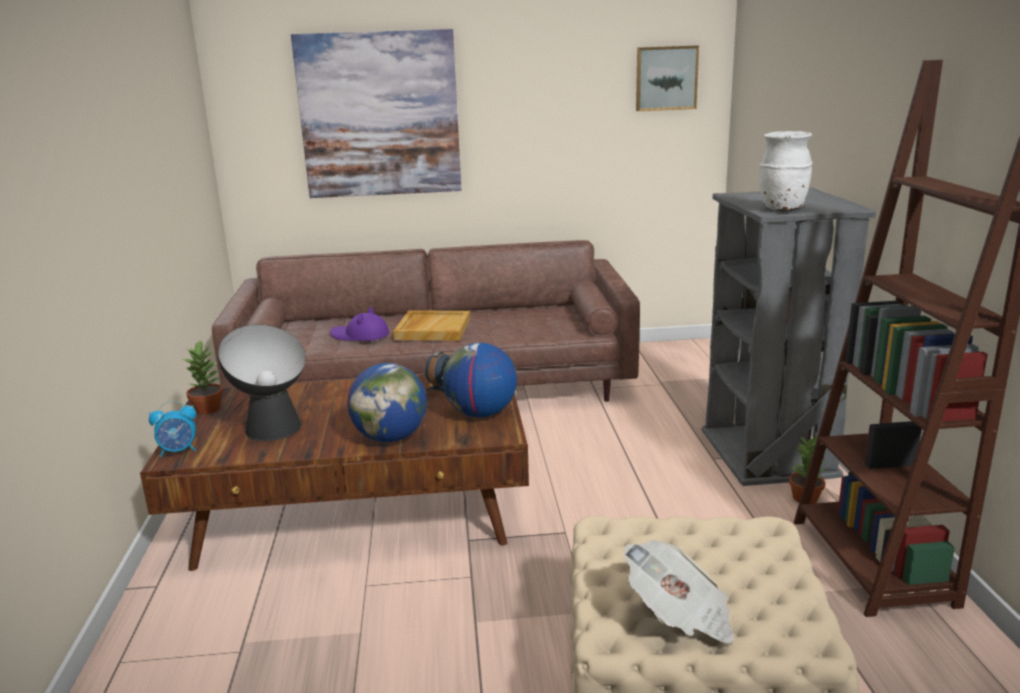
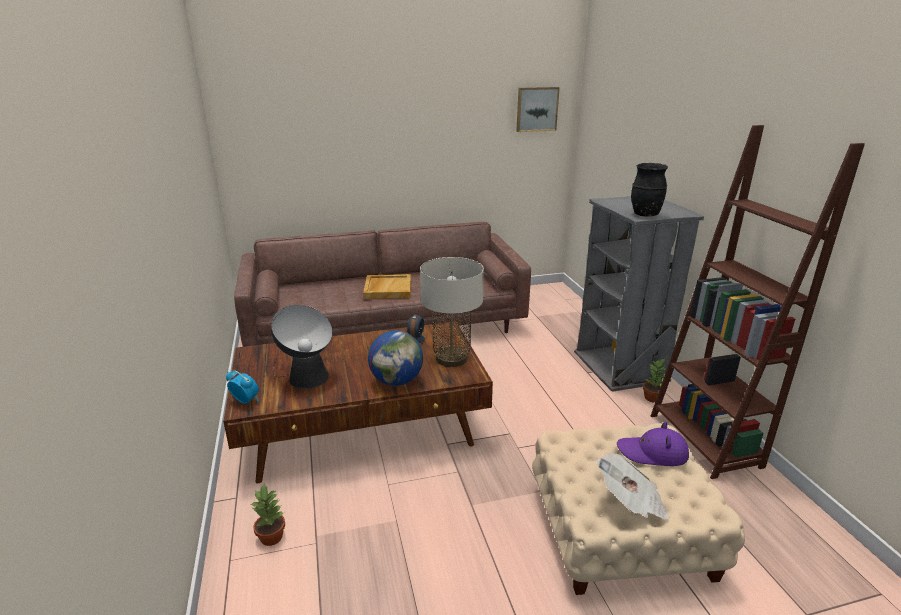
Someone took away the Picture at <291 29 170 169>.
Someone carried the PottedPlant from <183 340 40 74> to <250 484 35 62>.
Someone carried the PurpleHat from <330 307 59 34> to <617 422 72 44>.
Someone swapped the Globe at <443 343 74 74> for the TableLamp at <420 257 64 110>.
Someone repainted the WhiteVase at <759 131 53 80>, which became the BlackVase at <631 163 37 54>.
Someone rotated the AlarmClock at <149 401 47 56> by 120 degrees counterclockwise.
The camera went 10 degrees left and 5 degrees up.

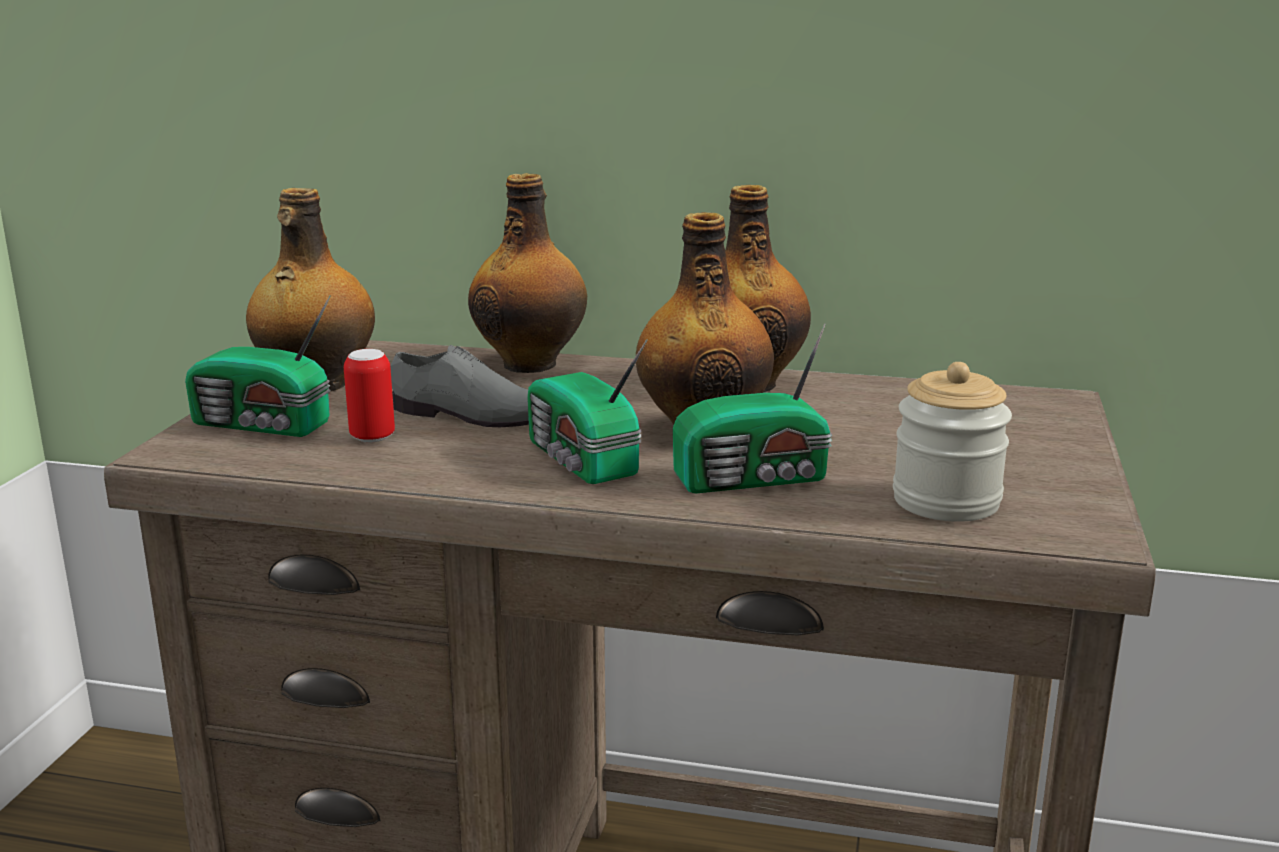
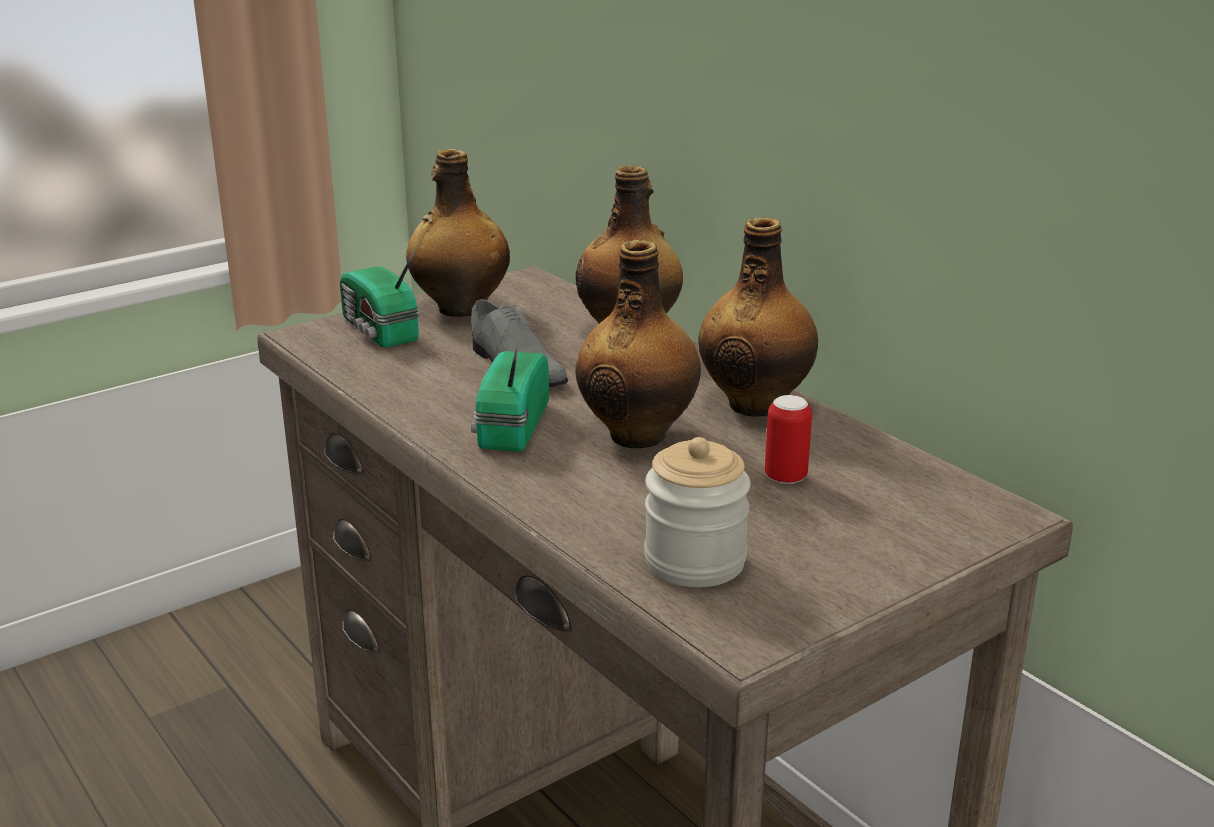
Someone took away the Radio at <673 324 159 170>.
Someone carried the Can from <344 349 51 94> to <765 395 47 89>.
The camera went 40 degrees right and 5 degrees up.

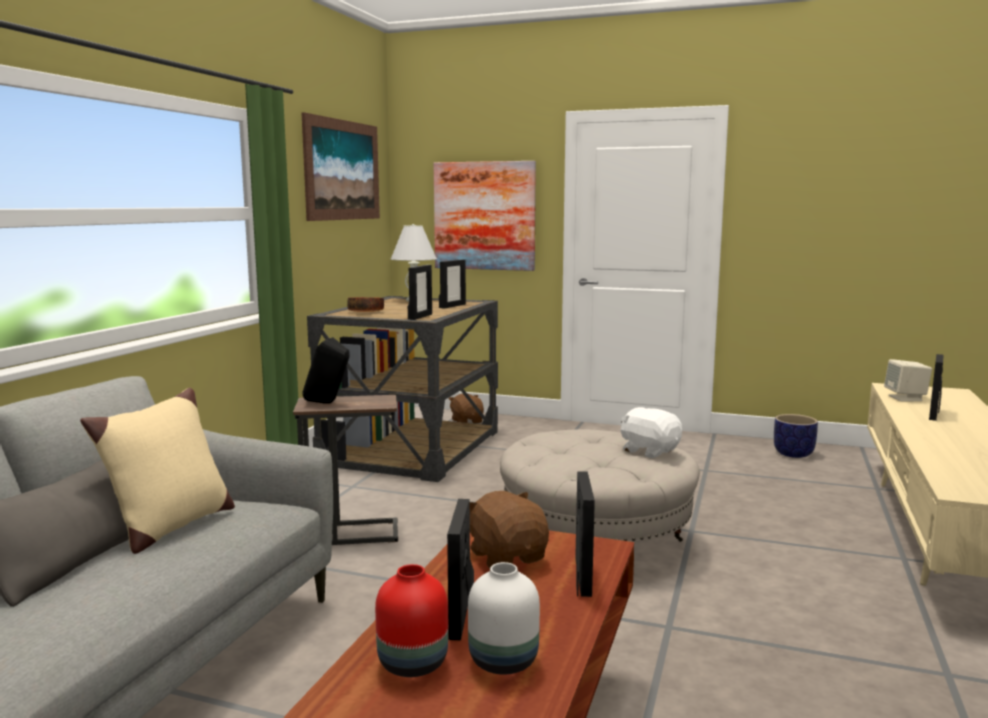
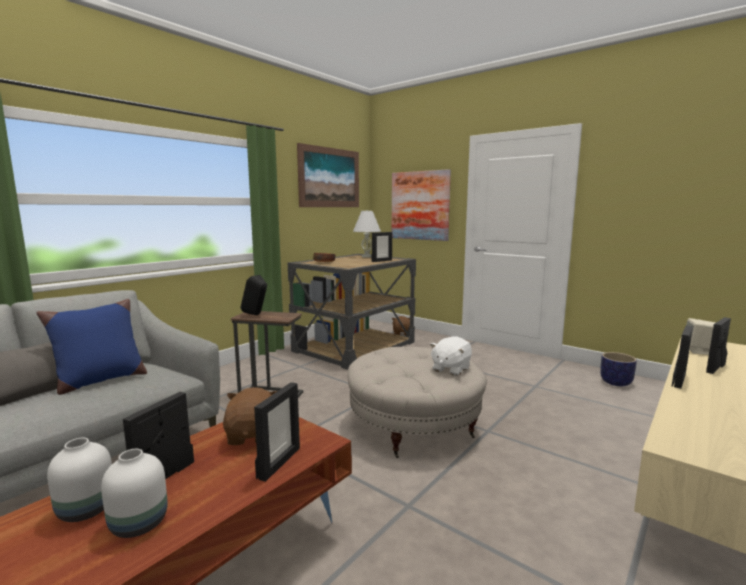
Someone carried the PictureFrame from <408 265 24 55> to <672 325 21 64>.
Someone repainted the BeigePillow at <80 388 155 166>, which became the BluePillow at <37 299 110 96>.
Someone repainted the RedVase at <375 564 73 113>, which became the WhiteVase at <47 438 65 84>.
Someone rotated the WhitePlushToy at <620 407 62 51> by 120 degrees counterclockwise.
The camera went 20 degrees right and 0 degrees up.

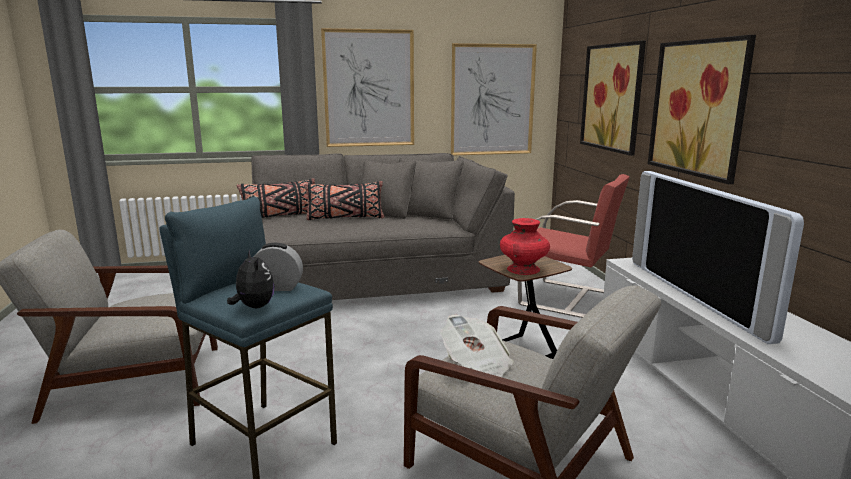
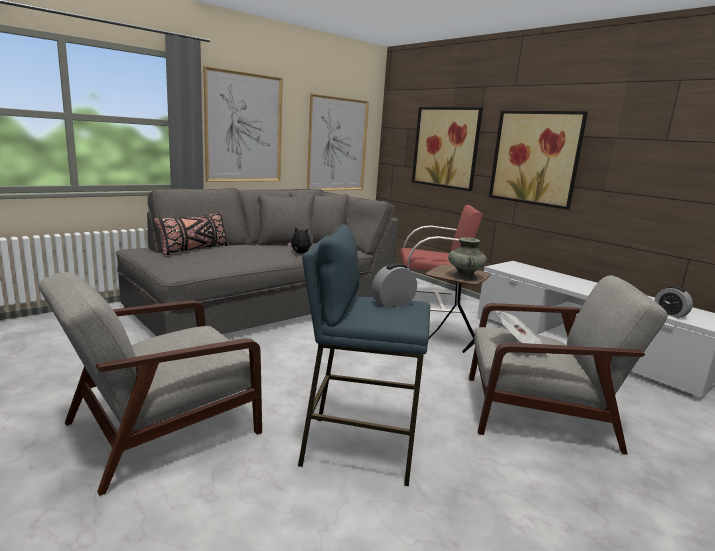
Someone took away the BlackPillow at <304 181 80 39>.
Someone took away the Television at <632 171 172 173>.
Someone put down the AlarmClock at <655 286 38 32>.
Someone carried the PlushToy from <227 249 47 59> to <287 227 24 27>.
Someone repainted the RedVase at <500 218 50 57>, which became the TurquoiseVase at <448 238 39 43>.
The camera went 30 degrees left and 0 degrees up.

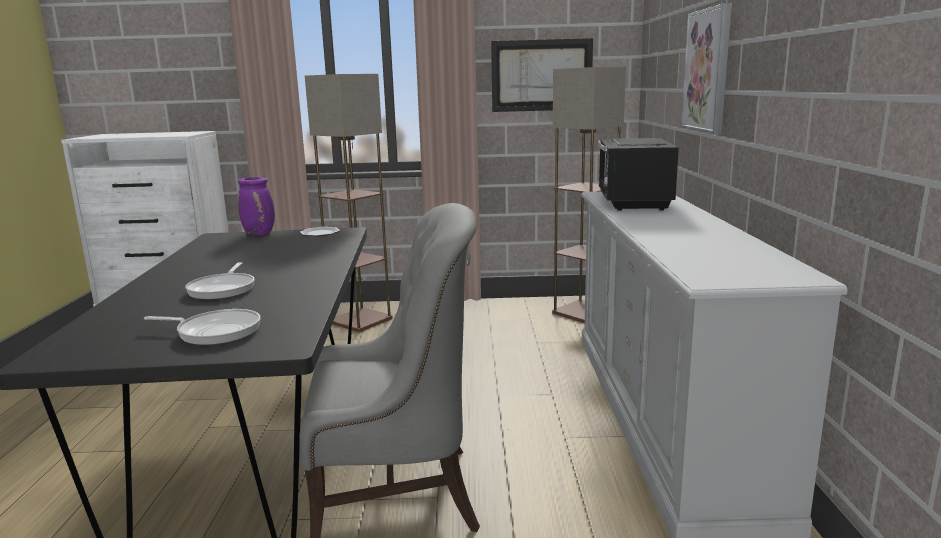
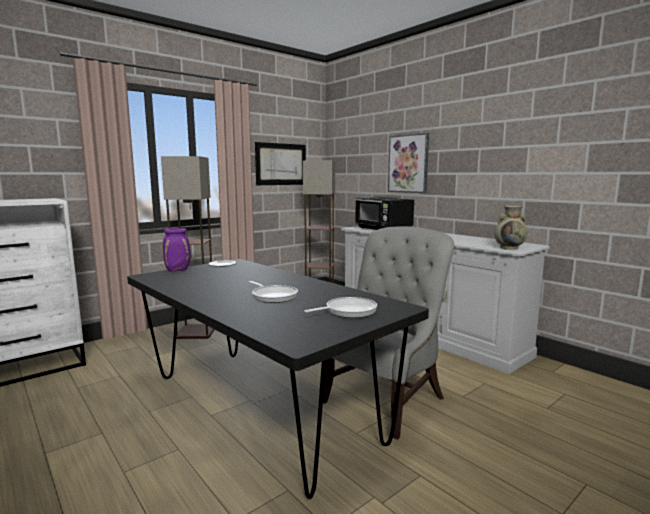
Someone put down the BeigeVase at <494 206 33 44>.
The camera went 40 degrees left and 5 degrees down.

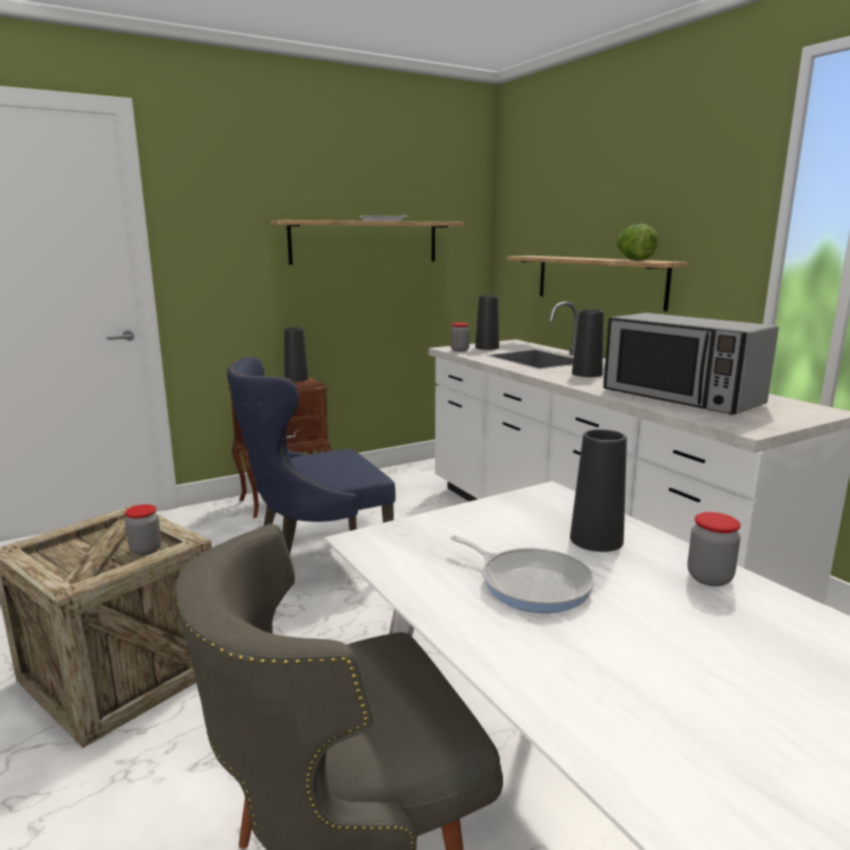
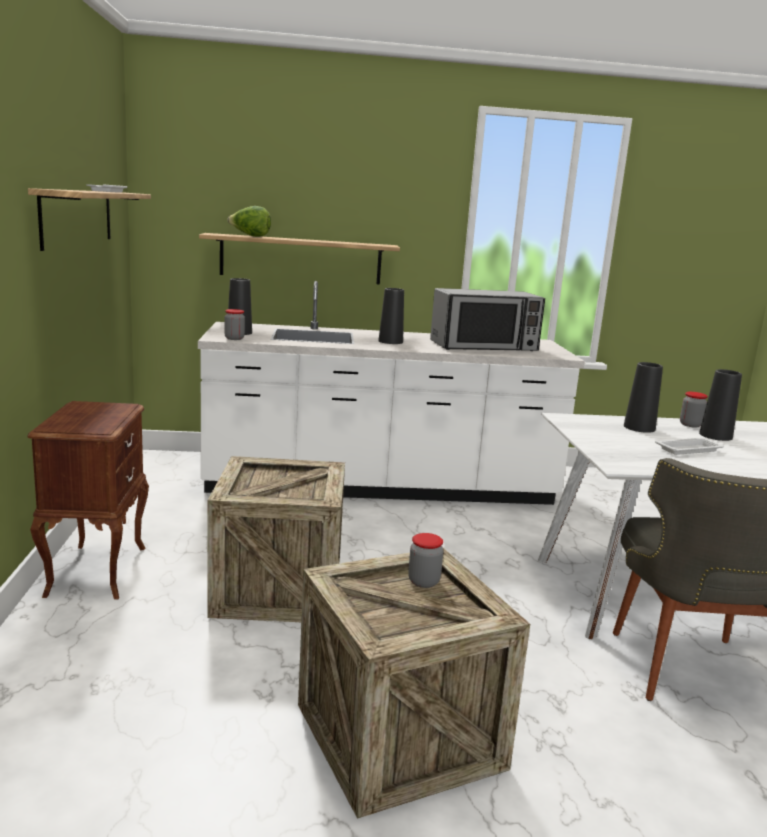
Someone carried the BlackVase from <284 327 25 55> to <699 369 43 72>.
Someone carried the Lettuce from <616 224 42 37> to <227 206 44 31>.
Someone swapped the BlueChair at <227 356 169 198> for the Crate at <208 456 137 166>.
Someone swapped the FryingPan at <450 535 145 78> for the WhiteTray at <655 438 69 17>.
The camera went 65 degrees left and 0 degrees up.

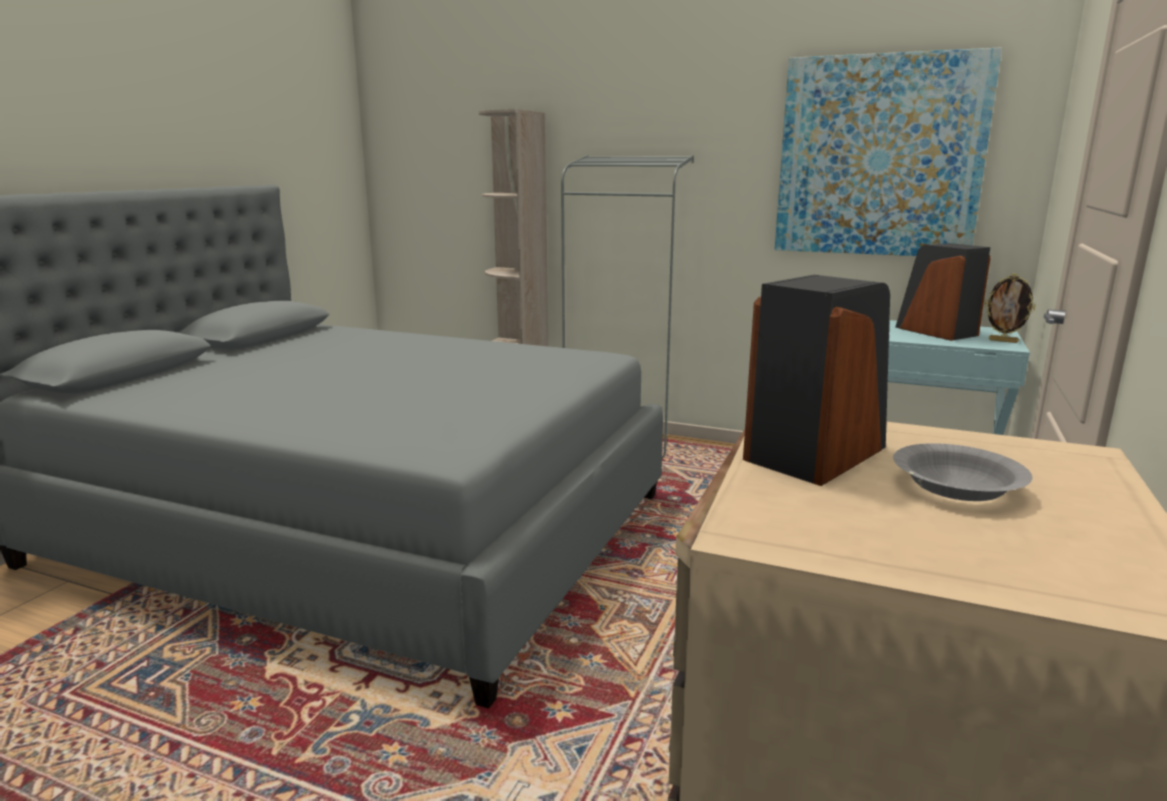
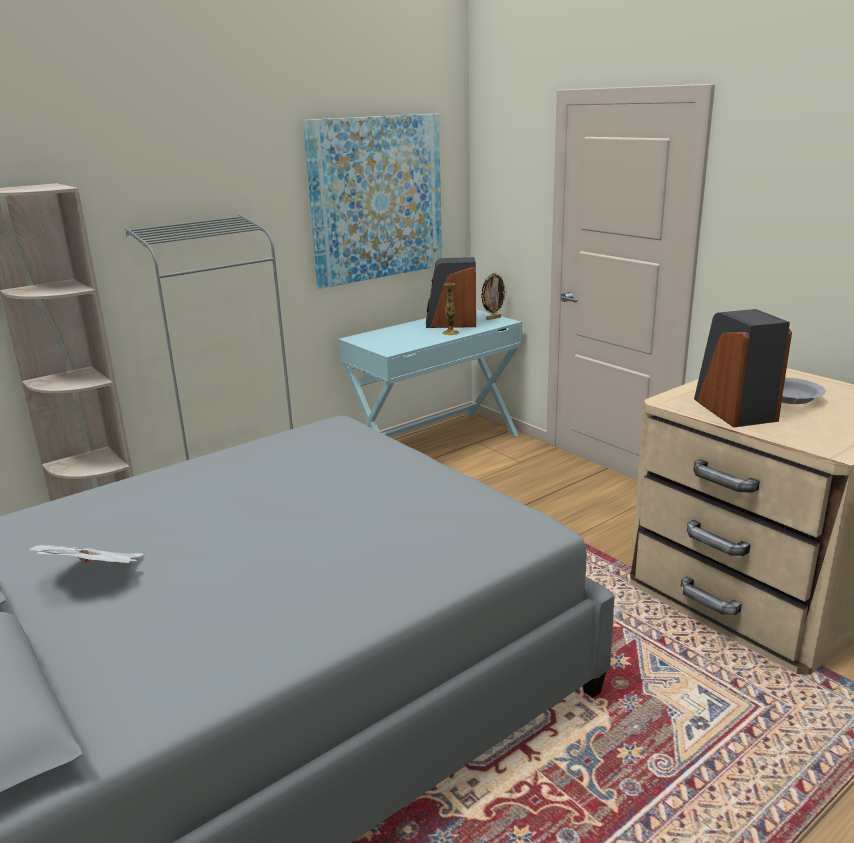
Someone put down the Newspaper at <29 545 114 18>.
Someone put down the Vase at <442 283 17 52>.
The camera went 60 degrees left and 5 degrees up.

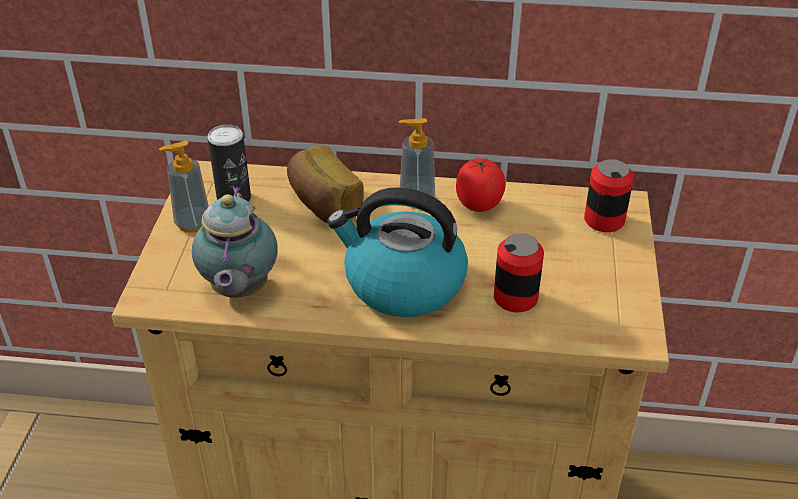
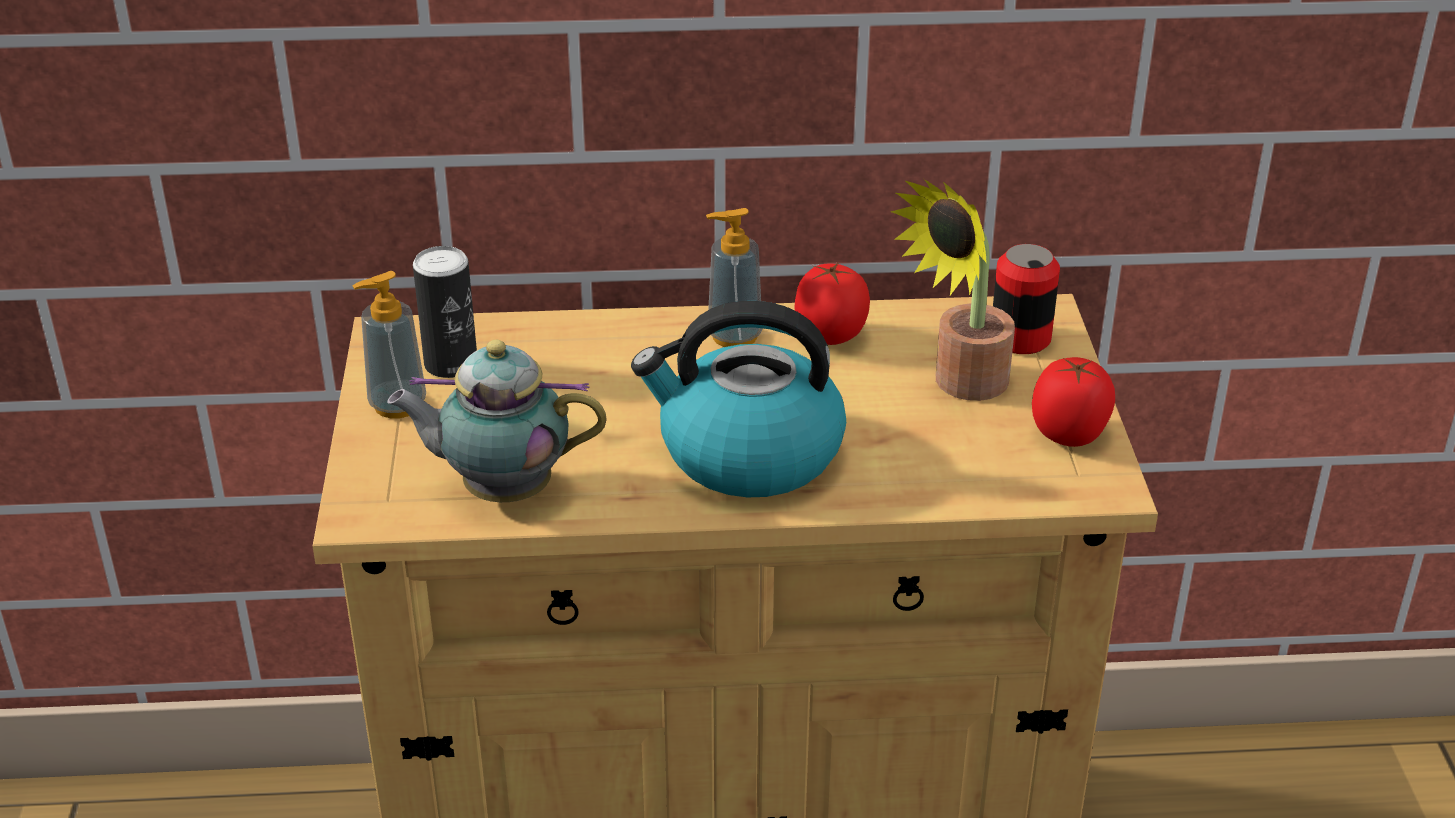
Someone took away the Bread at <287 145 77 78>.
Someone took away the Can at <494 234 50 79>.
Someone put down the PottedPlant at <891 179 124 222>.
Someone put down the Tomato at <1032 357 83 90>.
Someone rotated the Teapot at <192 186 86 112> by 105 degrees clockwise.
The camera went 10 degrees left and 5 degrees down.

